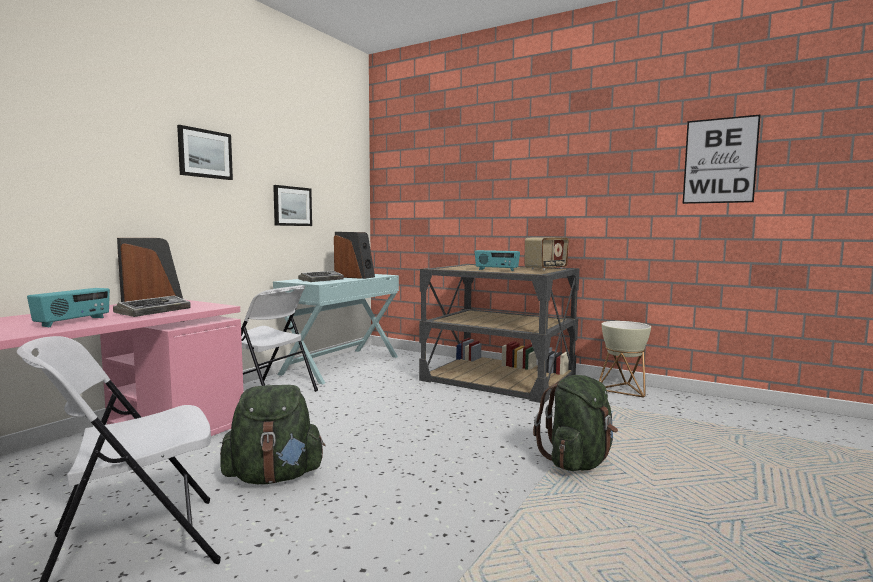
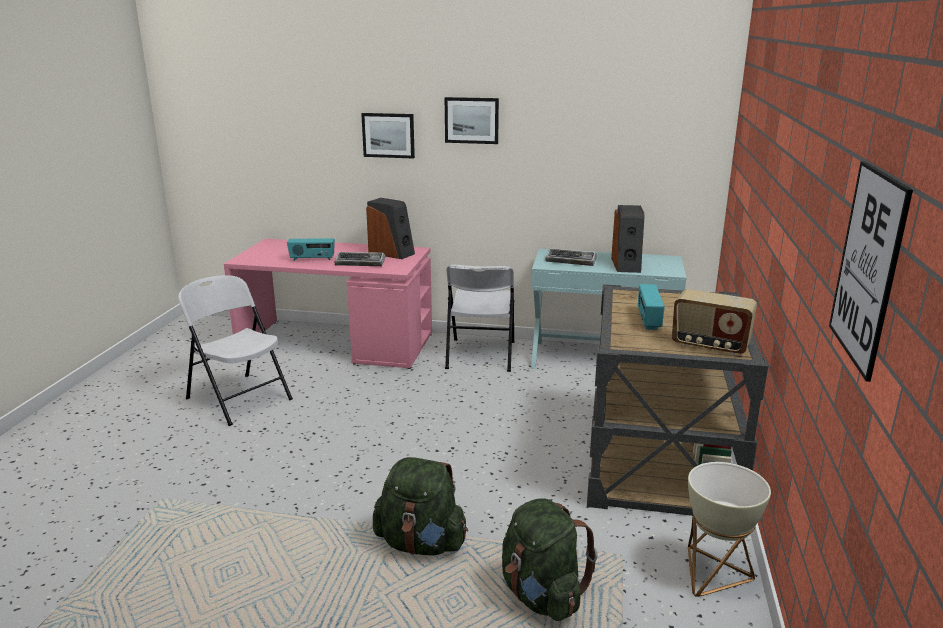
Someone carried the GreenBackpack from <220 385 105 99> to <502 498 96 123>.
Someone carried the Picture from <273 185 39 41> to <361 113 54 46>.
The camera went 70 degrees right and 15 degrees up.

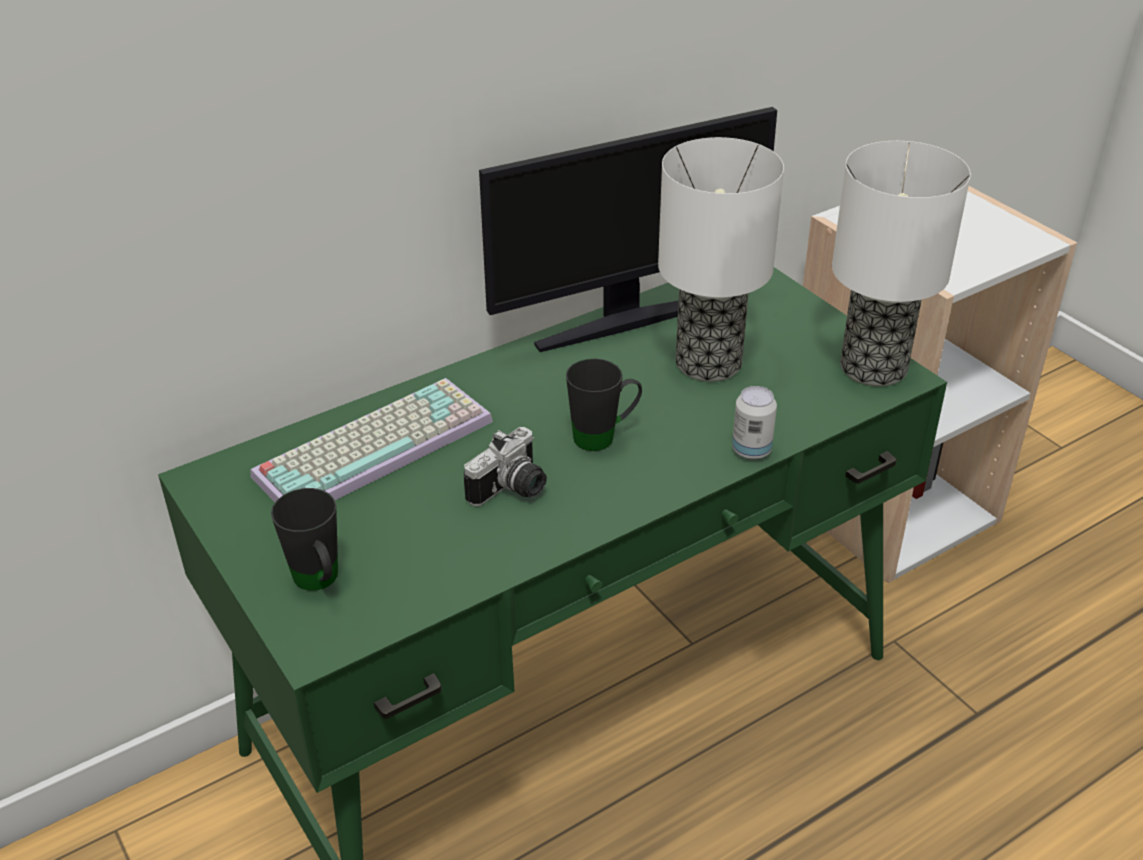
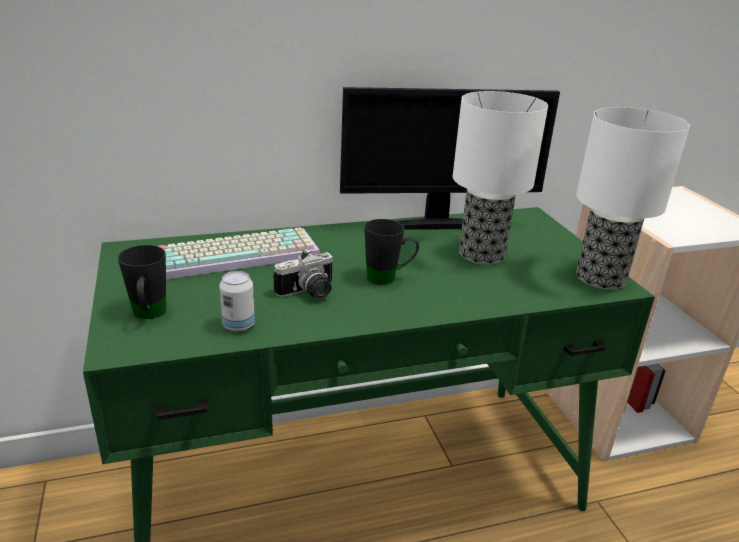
Someone carried the Can from <732 386 45 73> to <219 271 36 61>.
The camera went 15 degrees right and 10 degrees down.

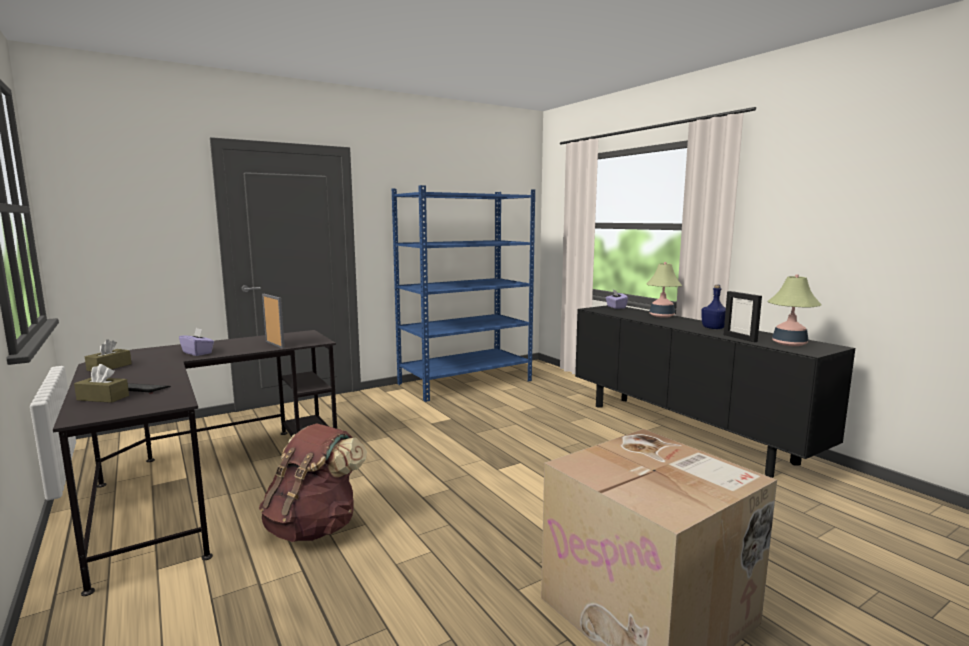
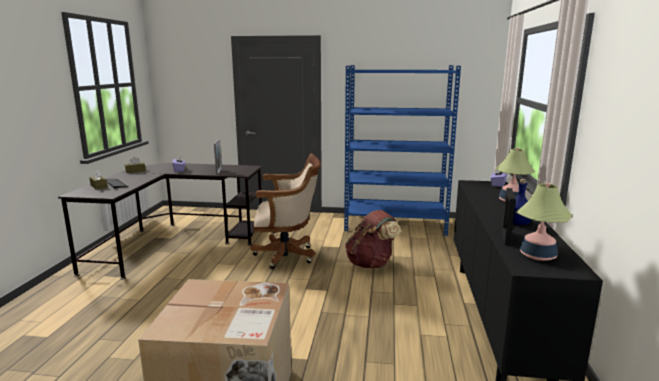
Someone put down the OfficeChair at <250 153 71 116>.
Someone carried the BrownBackpack from <259 423 108 119> to <345 210 56 58>.
The camera went 40 degrees right and 5 degrees up.

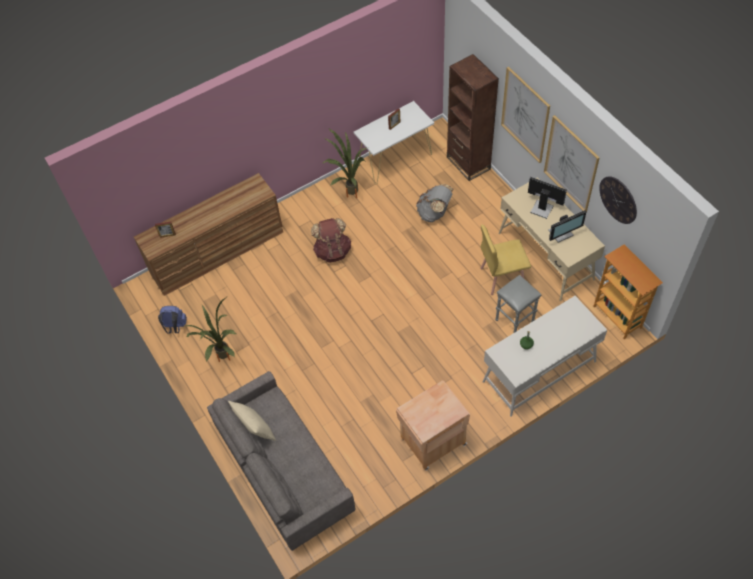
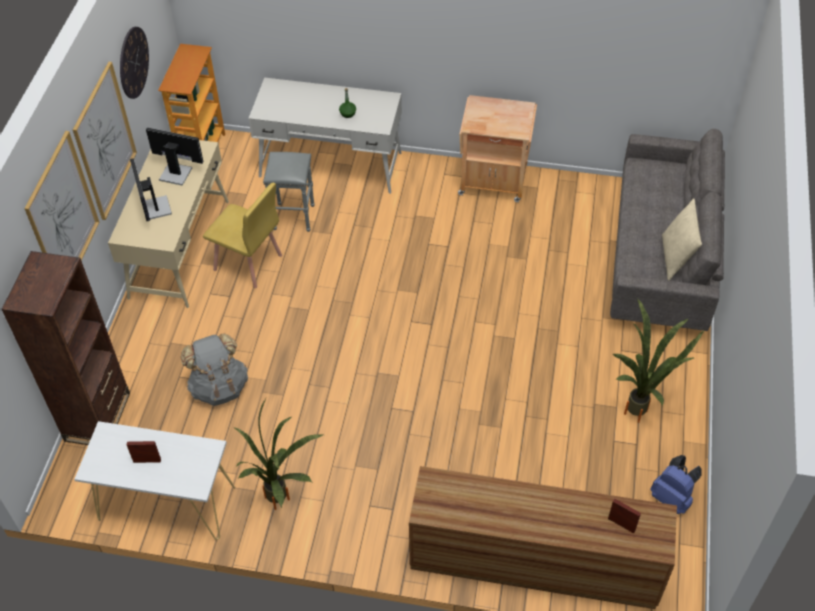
Someone took away the BrownBackpack at <311 218 40 45>.
The camera went 140 degrees left and 5 degrees down.

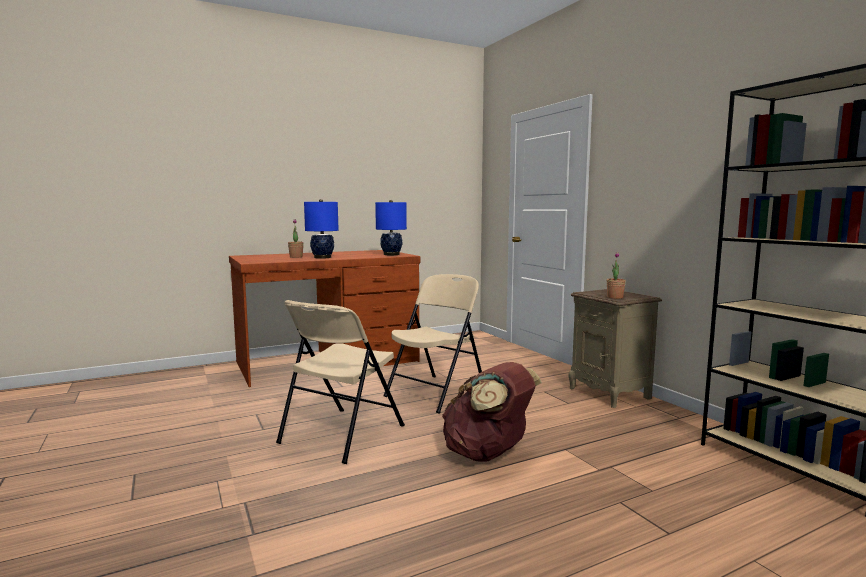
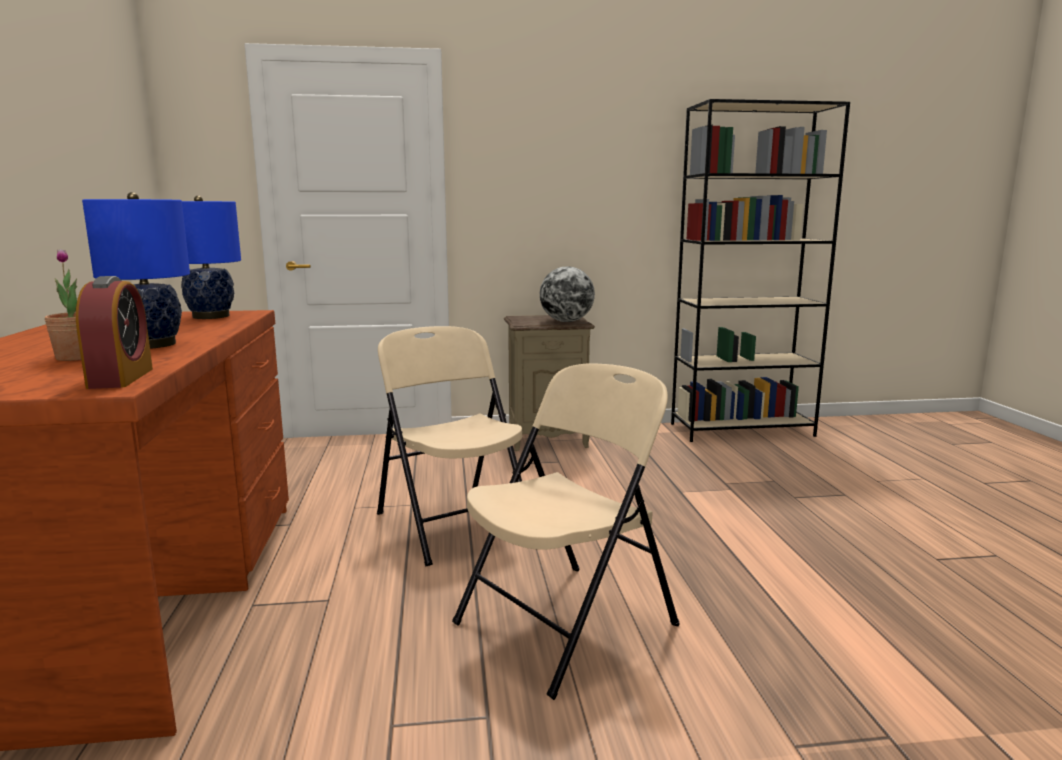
Someone took away the BrownBackpack at <442 362 100 100>.
Someone put down the AlarmClock at <76 276 77 113>.
Someone swapped the PottedPlant at <606 252 20 47> for the Globe at <540 266 55 56>.
Someone rotated the BeigeChair at <276 300 129 164> by 90 degrees counterclockwise.
The camera went 70 degrees left and 5 degrees up.

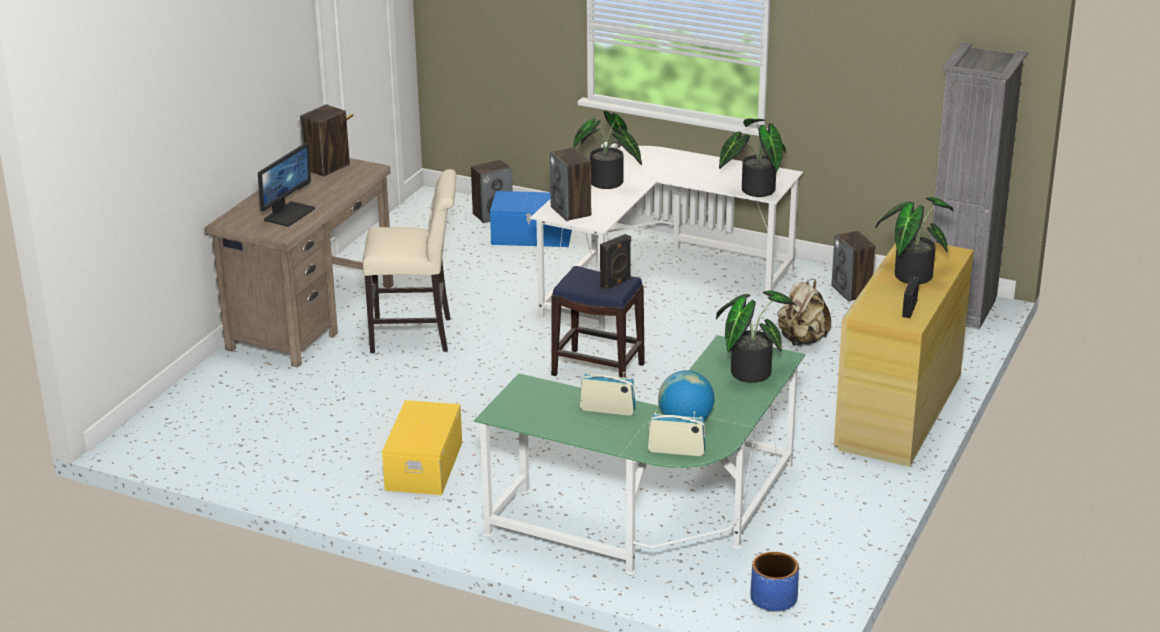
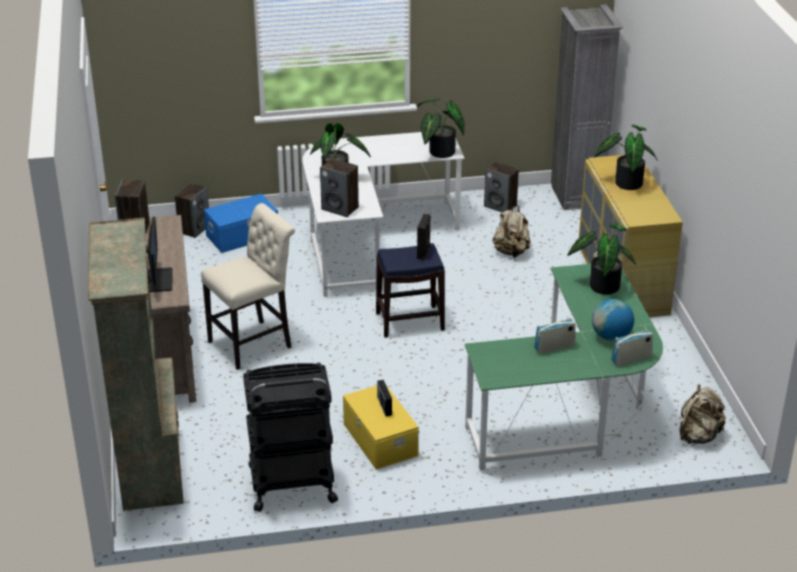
Someone put down the GreenBookcase at <88 218 96 293>.
Someone put down the BlackCart at <243 363 95 149>.
Someone carried the Radio from <902 276 17 42> to <377 380 15 36>.
Someone swapped the BluePlanter at <750 552 49 60> for the BeigeBackpack at <679 384 47 60>.
The camera went 35 degrees left and 5 degrees up.

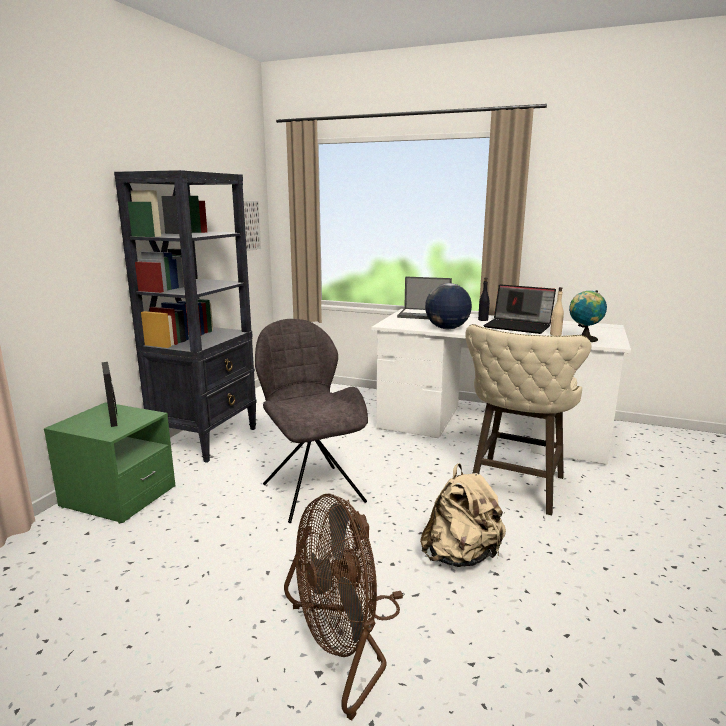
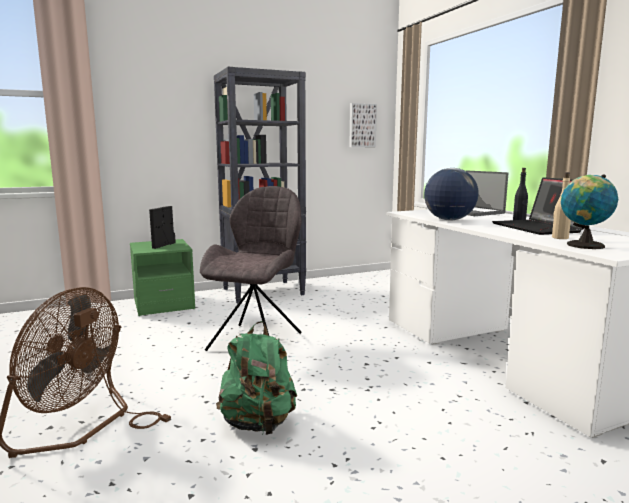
Someone took away the BeigeStool at <465 324 126 191>.
Someone repainted the BeigeBackpack at <420 463 86 104>, which became the GreenBackpack at <216 321 81 114>.
The camera went 45 degrees right and 5 degrees down.

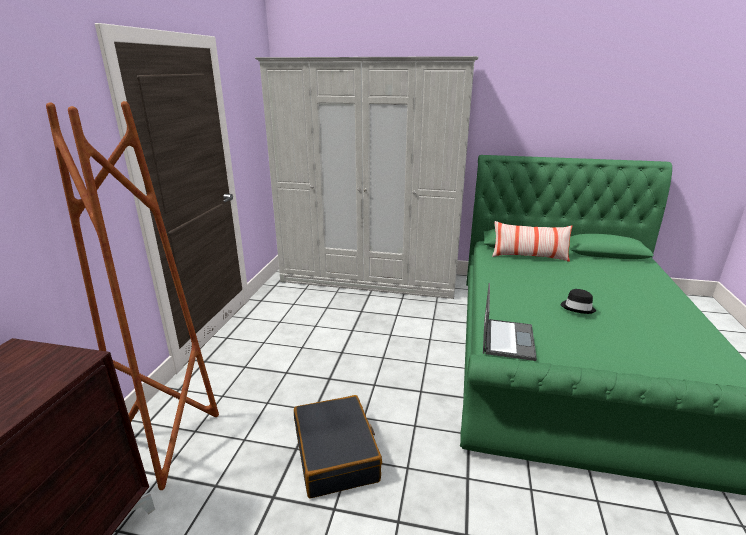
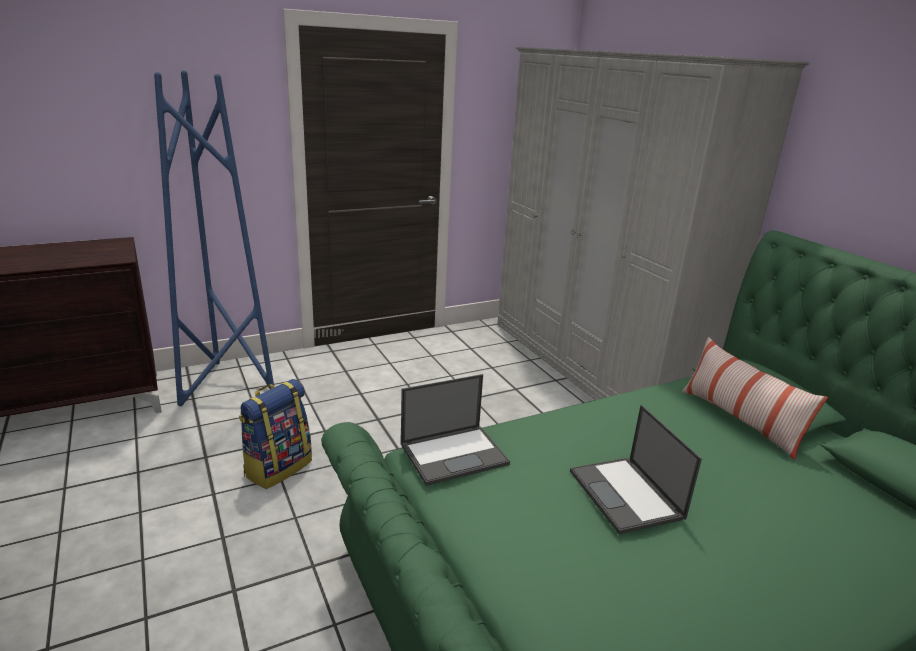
Someone swapped the BlackSuitcase at <294 395 88 103> for the Backpack at <239 379 73 110>.
Someone swapped the BlackHat at <560 289 36 25> for the Laptop at <570 405 132 129>.
Someone repainted the BrownClothesRack at <46 101 173 389>, which became the BlueClothesRack at <154 70 120 336>.
The camera went 50 degrees right and 0 degrees up.

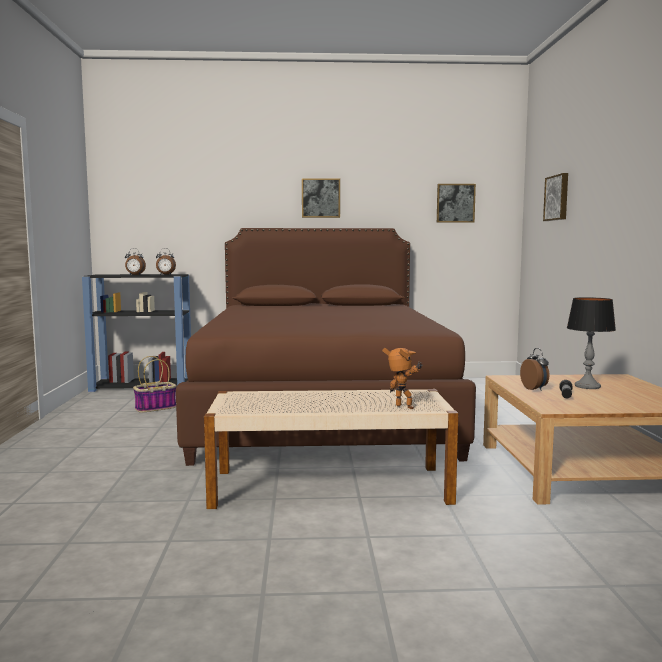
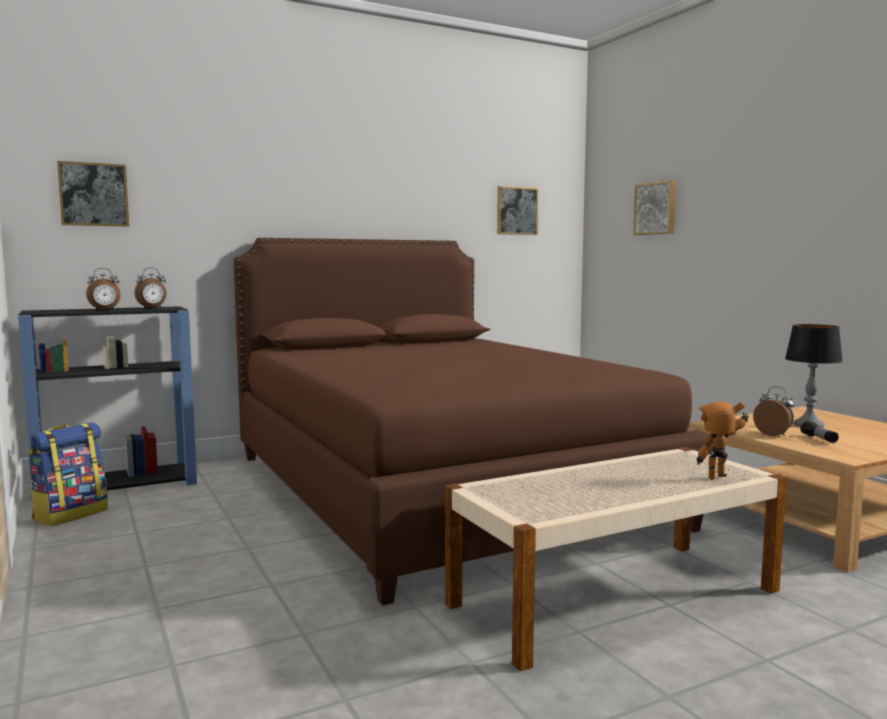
Someone took away the Basket at <133 356 44 57>.
Someone put down the Backpack at <29 422 79 104>.
Someone carried the Picture from <302 178 38 40> to <57 161 72 66>.
Someone rotated the ToyRobot at <382 348 41 61> by 45 degrees counterclockwise.
The camera went 25 degrees left and 0 degrees up.

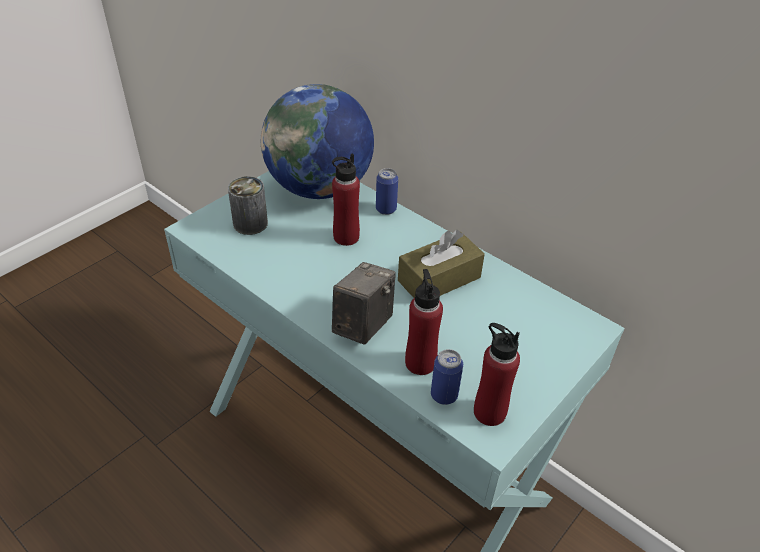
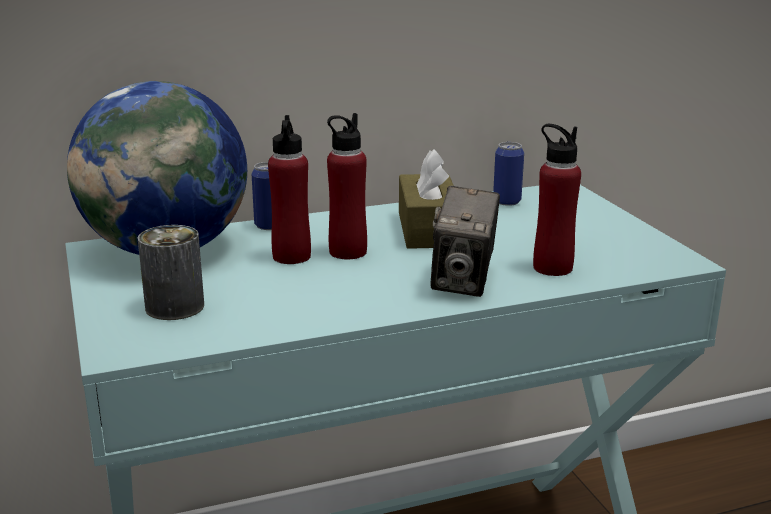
Someone carried the Can from <431 349 32 56> to <493 142 31 64>.
Someone carried the RedBottle from <474 323 46 103> to <327 113 40 146>.
Someone rotated the PhotoCamera at <332 262 63 82> by 135 degrees counterclockwise.
The camera went 60 degrees left and 20 degrees down.

